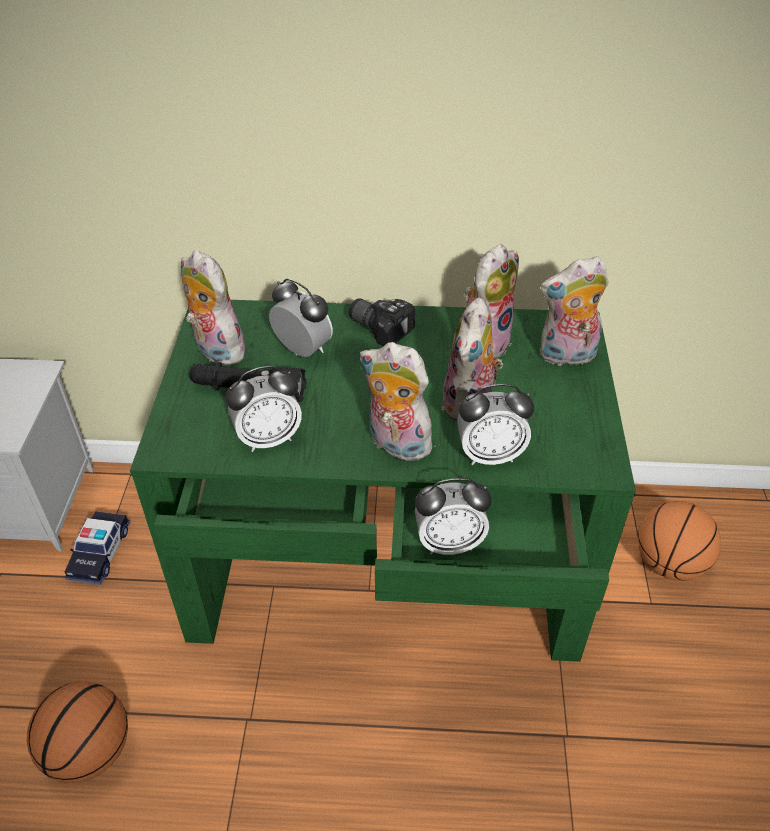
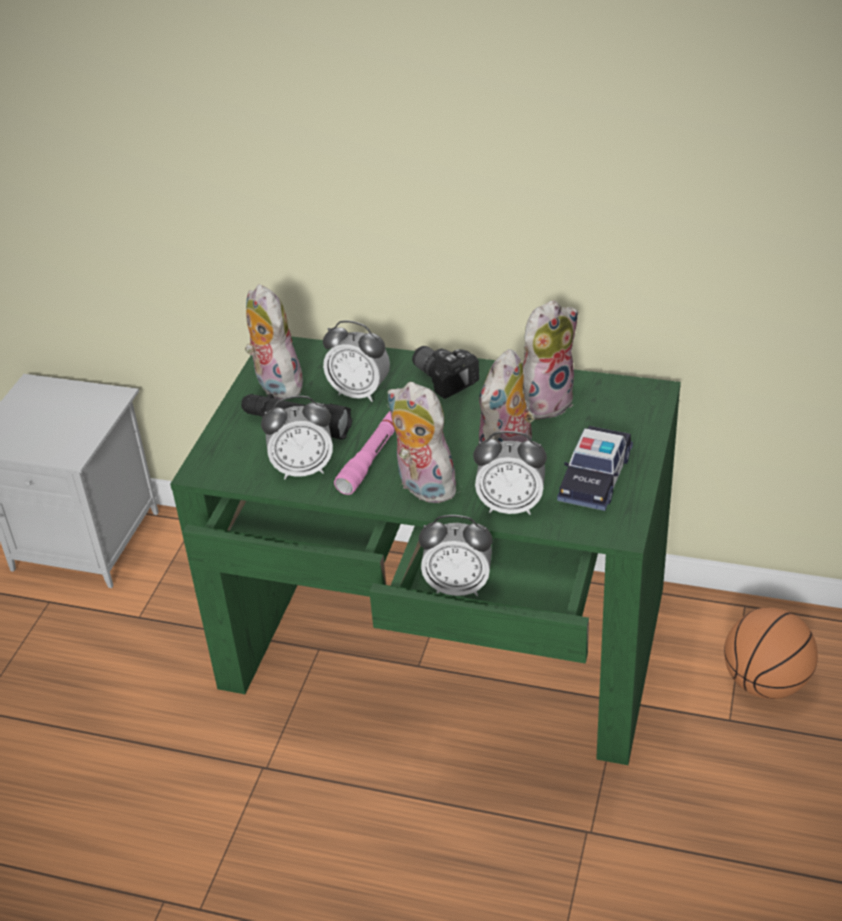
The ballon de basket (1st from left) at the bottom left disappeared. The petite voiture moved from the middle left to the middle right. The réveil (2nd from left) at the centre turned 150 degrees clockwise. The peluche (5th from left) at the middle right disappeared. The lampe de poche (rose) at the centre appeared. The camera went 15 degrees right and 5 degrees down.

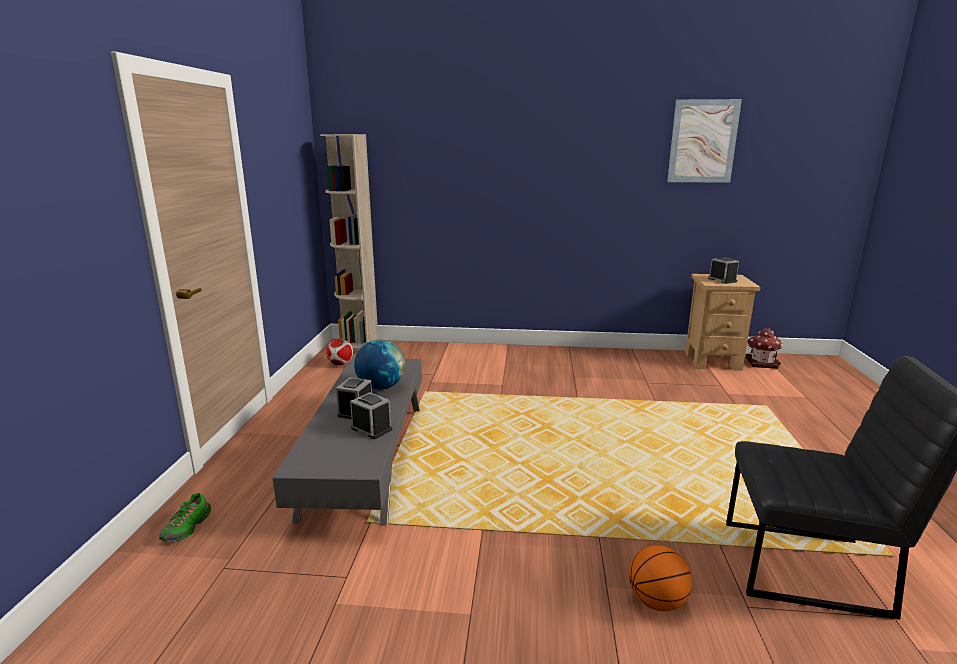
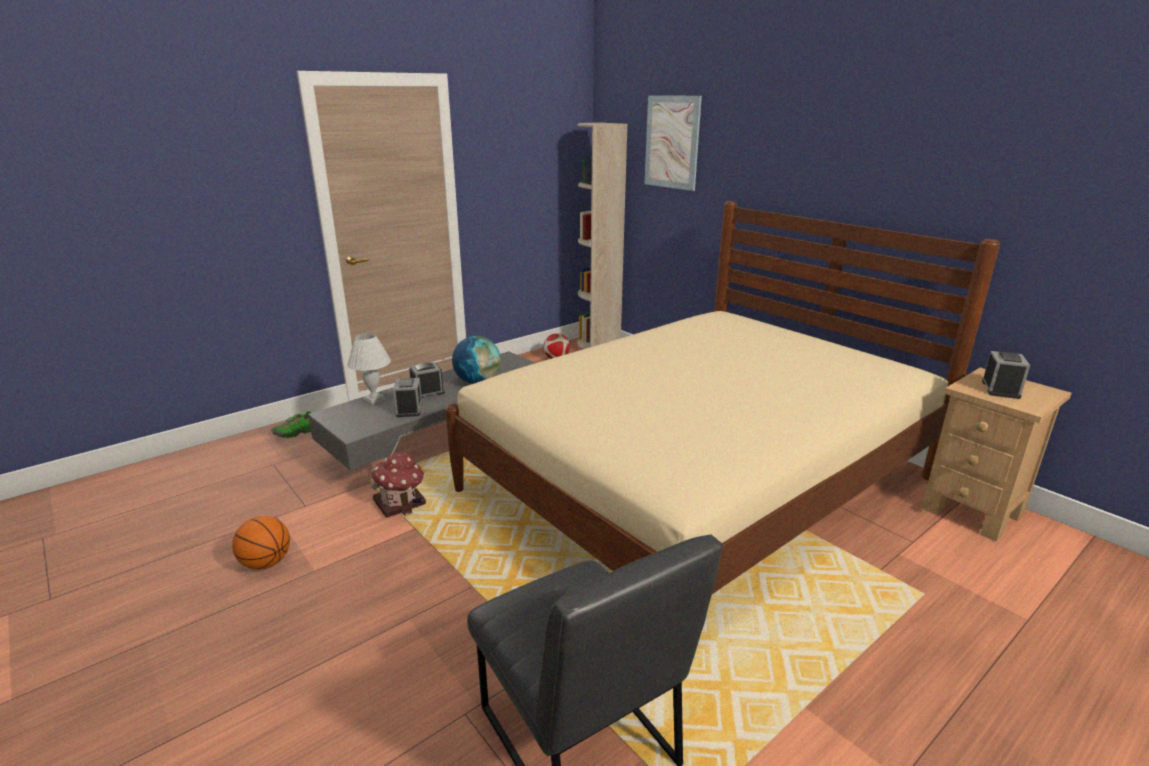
The ballon de basket moved from the bottom right to the bottom left. The tableau moved from the top right to the top centre. The maison miniature moved from the middle right to the centre. The lampe de table (blanc) at the middle left appeared. The lit (beige) at the centre appeared. The camera went 45 degrees right and 5 degrees up.

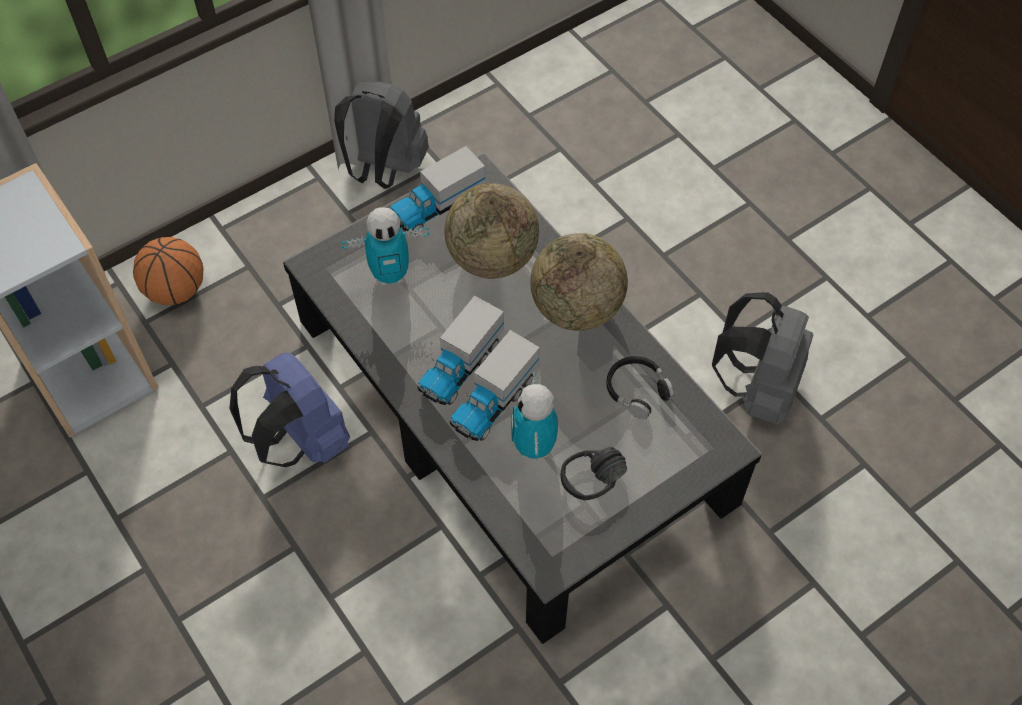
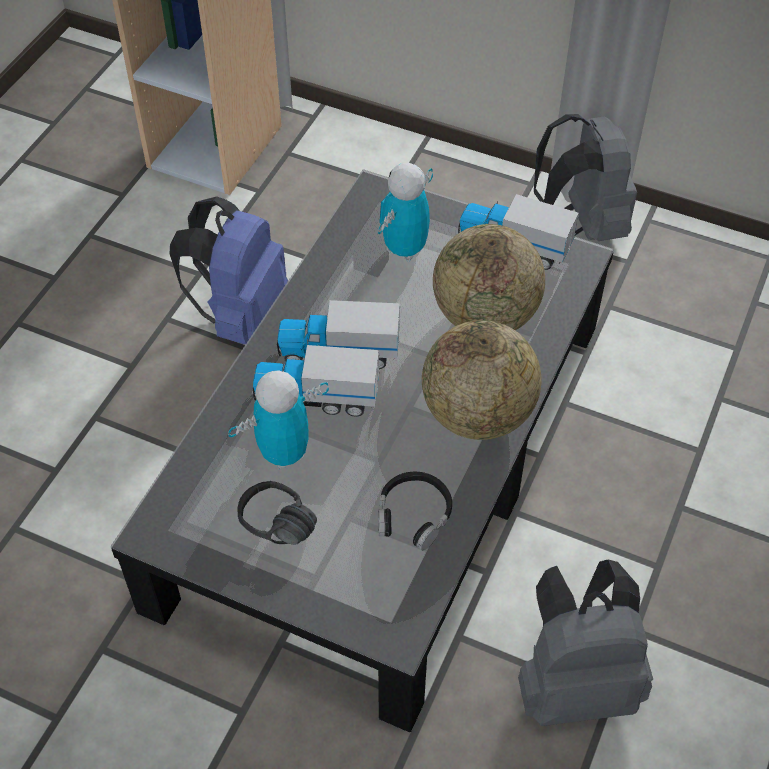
The ballon de basket at the middle left disappeared. The robot jouet (1st from left in the first image) at the centre turned 75 degrees clockwise. The camera went 60 degrees right and 5 degrees down.

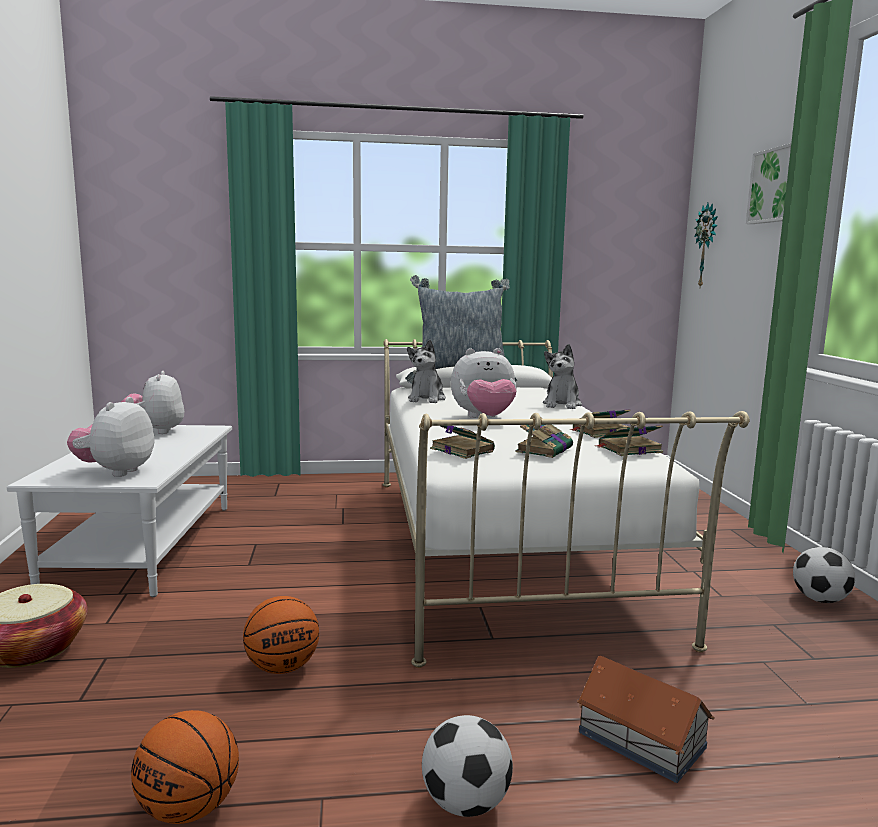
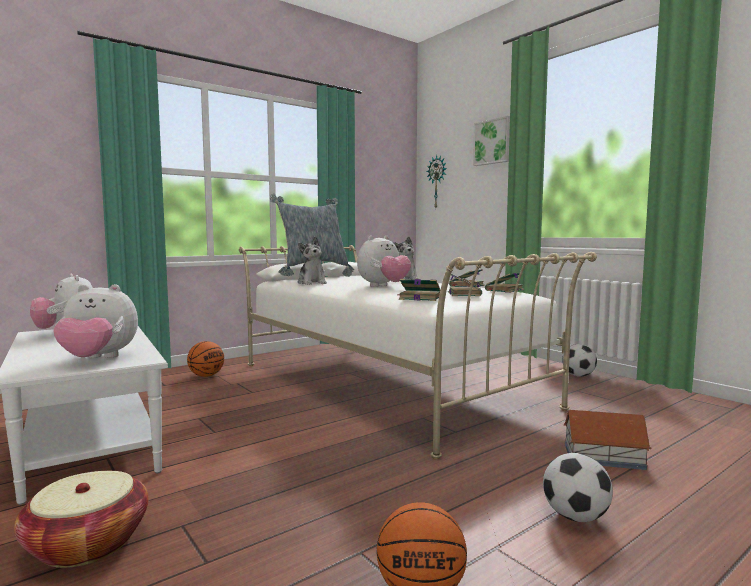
The peluche (1st from left in the first image) at the middle left turned 75 degrees counterclockwise. The ballon de basket (2nd from left in the first image) moved from the bottom left to the middle left. The camera went 30 degrees left and 5 degrees down.

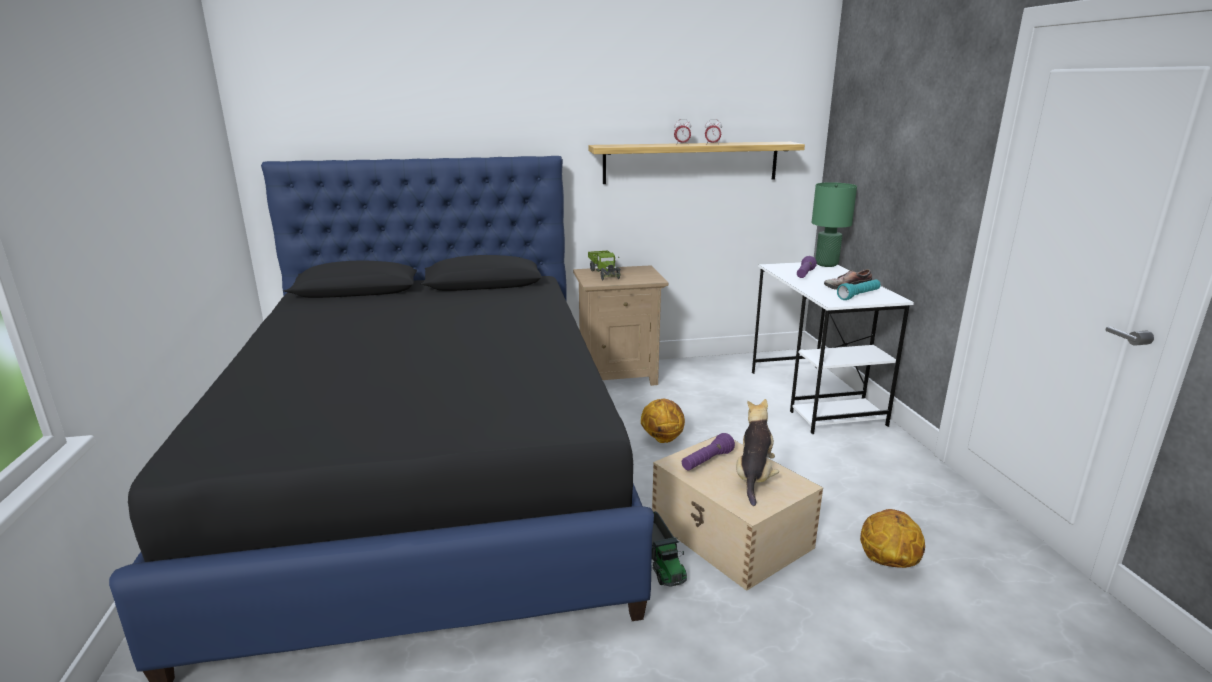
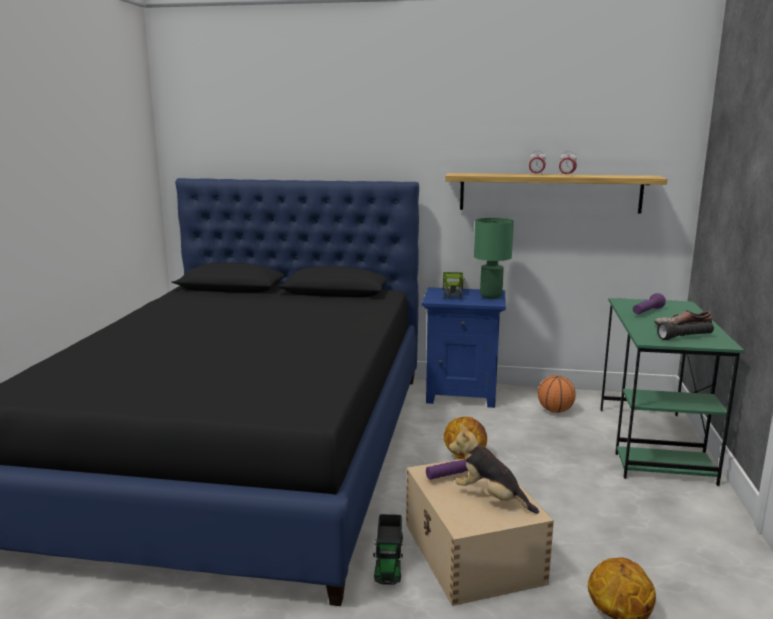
The table de chevet (beige) at the centre became the table de chevet (bleu) at the centre. The peluche at the centre turned 90 degrees counterclockwise. The bureau (blanc) at the middle right became the bureau (vert) at the middle right. The lampe de table (vert) moved from the top right to the centre. The lampe de poche (turquoise) at the middle right became the lampe de poche (noir) at the middle right. The ballon de basket (2nd from left) at the middle right appeared. The camera went 20 degrees right and 5 degrees down.

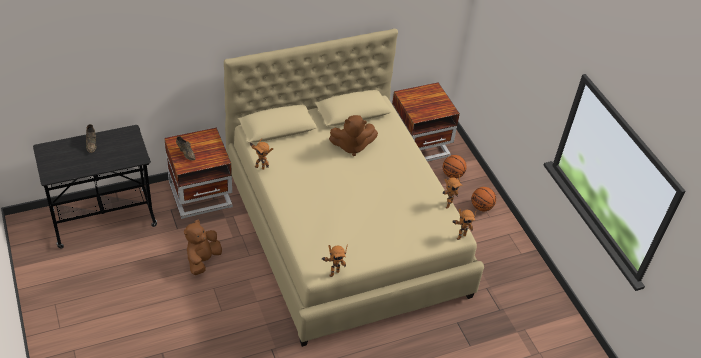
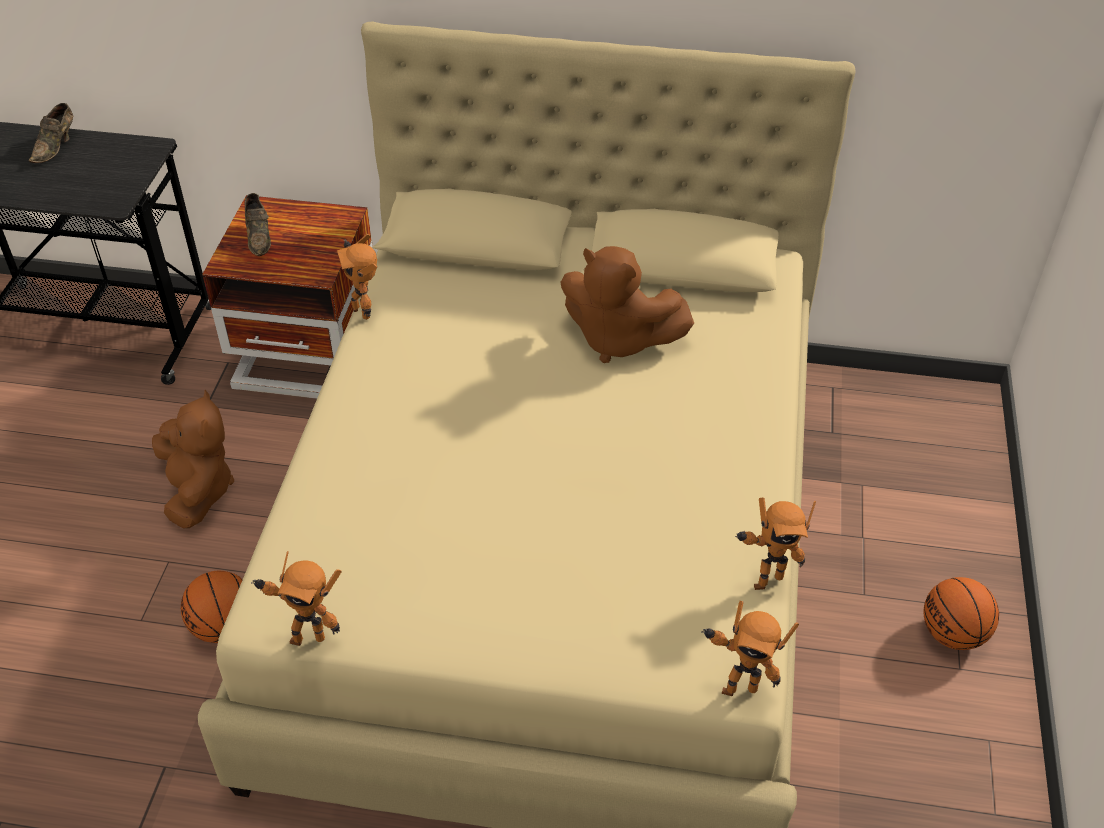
The peluche (marron) (1st from left) at the bottom left turned 105 degrees clockwise. The table de chevet (2nd from left) at the centre disappeared. The ballon de basket (1st from left) moved from the centre to the bottom left. The camera went 35 degrees right and 0 degrees up.

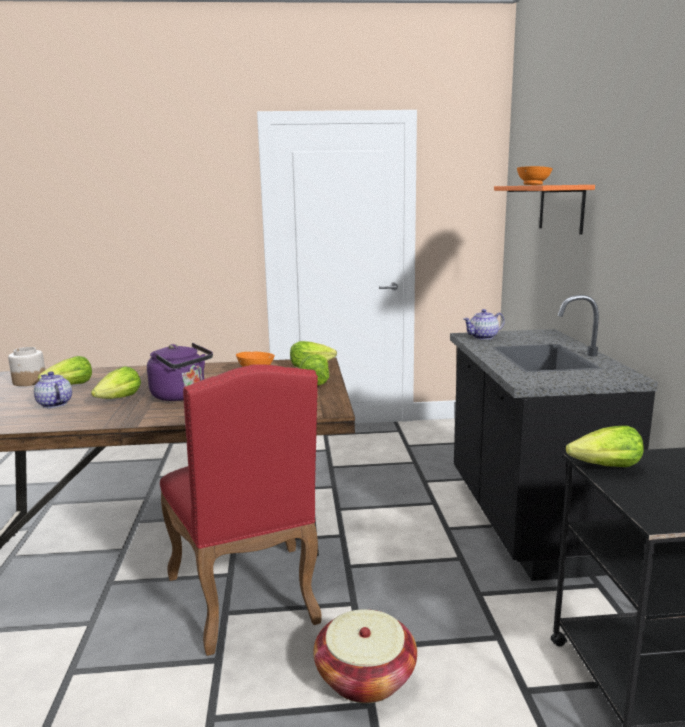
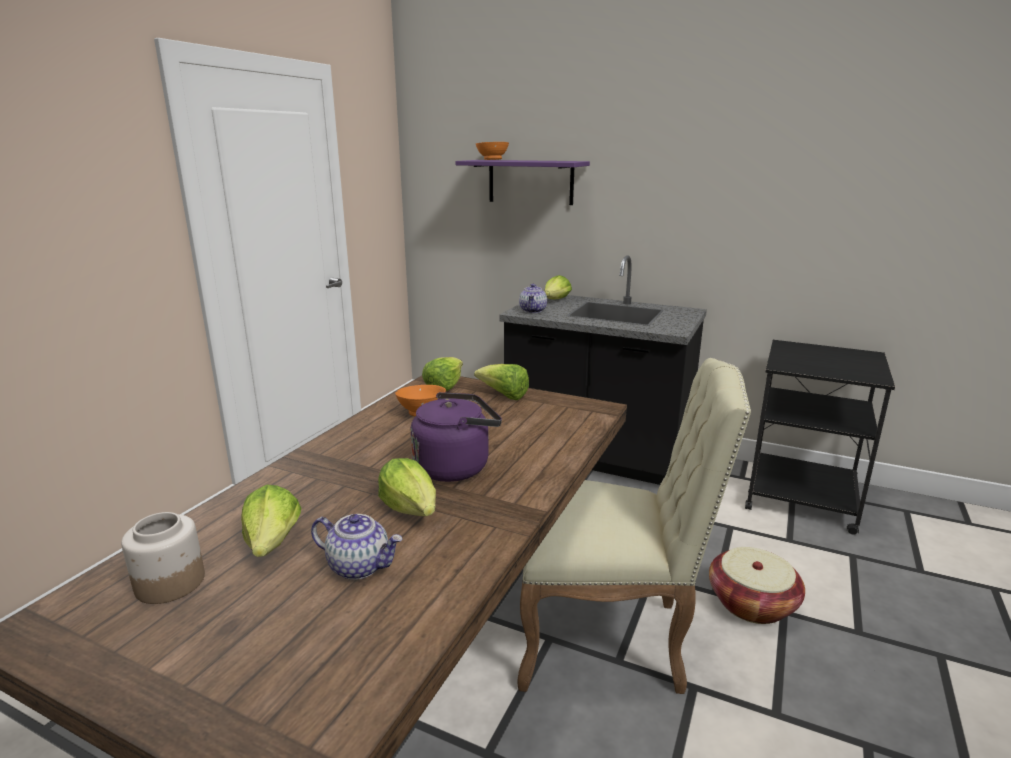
The théière (1st from left) at the middle left turned 150 degrees counterclockwise. The chaise (rouge) at the bottom centre became the chaise (beige) at the bottom centre. The étagère (orange) at the top right became the étagère (violet) at the top centre. The laitue (5th from left) moved from the middle right to the centre. The camera went 60 degrees left and 5 degrees up.

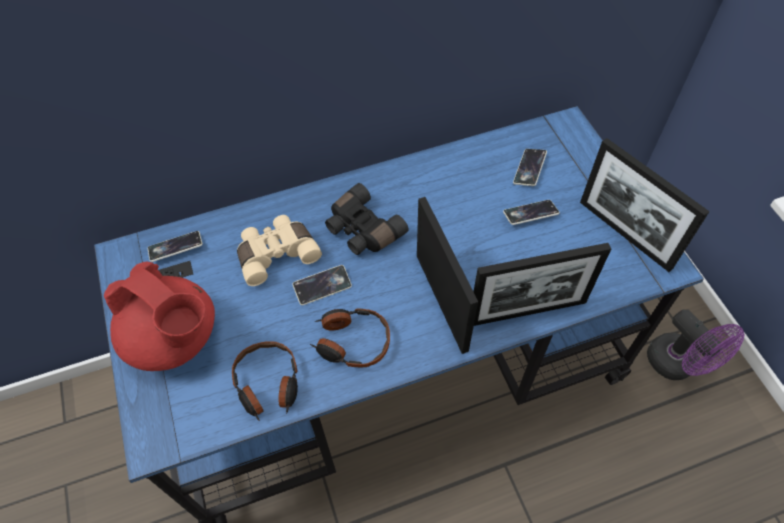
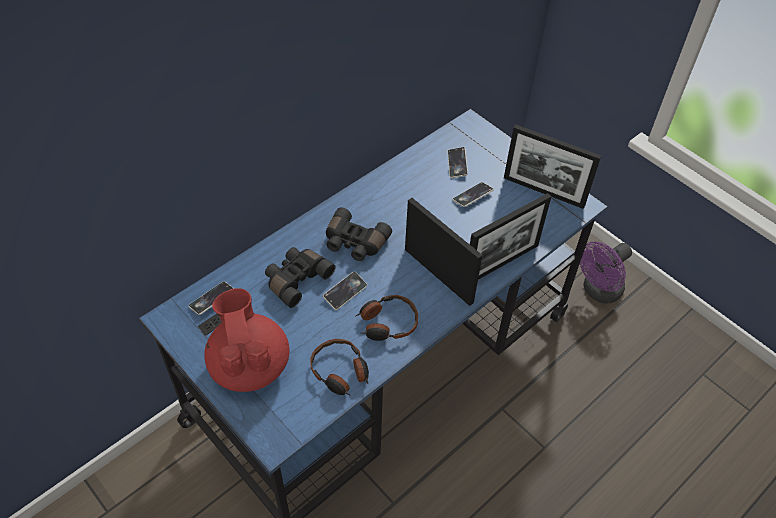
The théière (rouge) at the middle left turned 120 degrees counterclockwise. The jumelles (beige) at the centre became the jumelles (noir) (1st from left) at the centre. The ventilateur (violet) at the middle right turned 105 degrees clockwise. The camera went 25 degrees left and 5 degrees down.

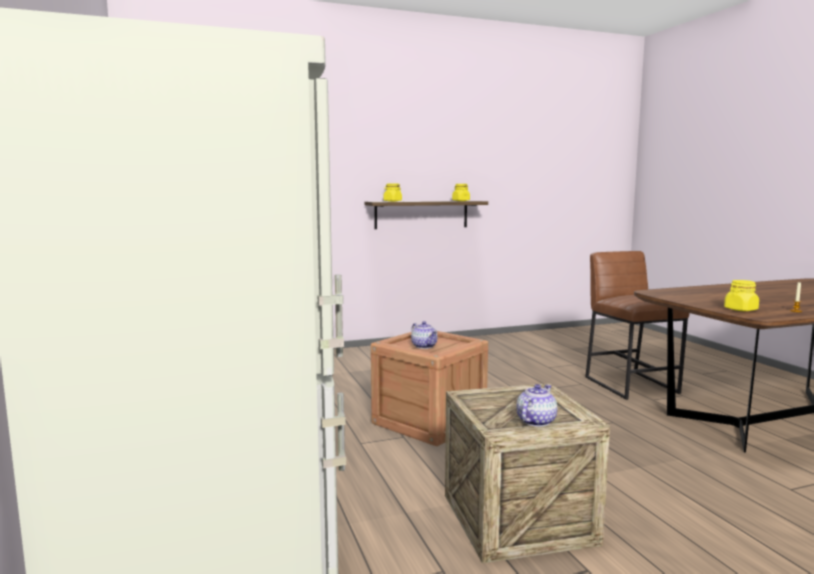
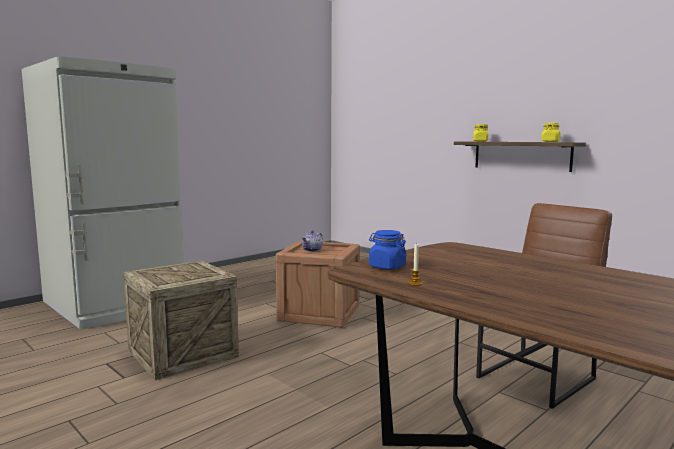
The théière (2nd from left) at the bottom centre disappeared. The bocal (jaune) (3rd from left) at the middle right became the bocal (bleu) at the centre. The camera went 65 degrees right and 0 degrees up.

